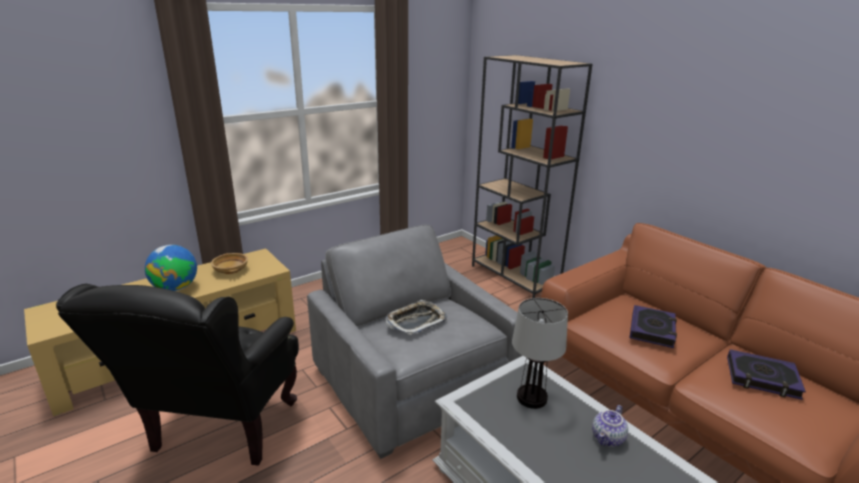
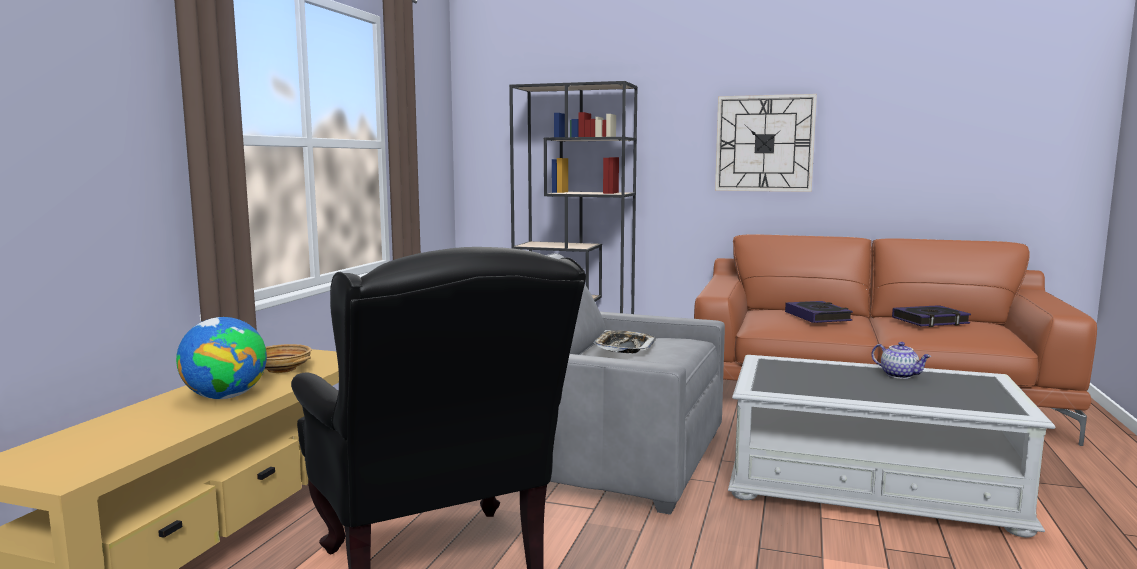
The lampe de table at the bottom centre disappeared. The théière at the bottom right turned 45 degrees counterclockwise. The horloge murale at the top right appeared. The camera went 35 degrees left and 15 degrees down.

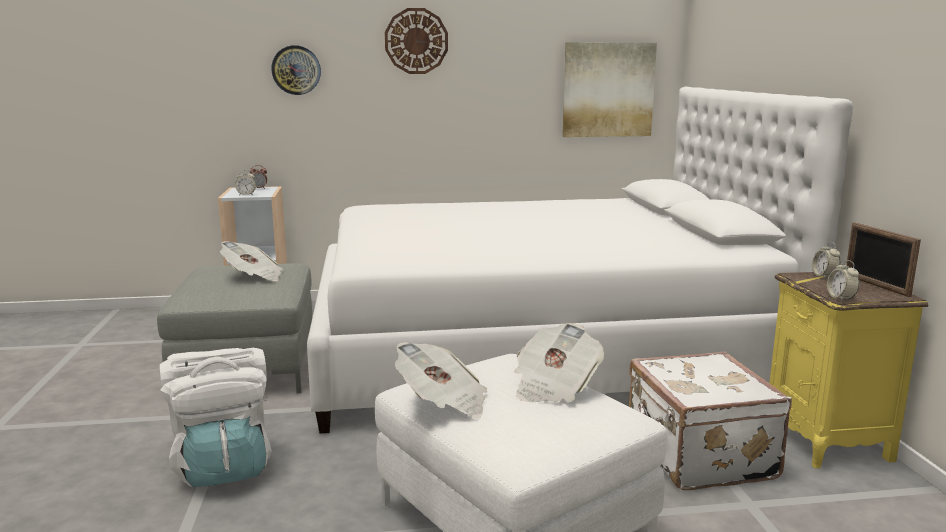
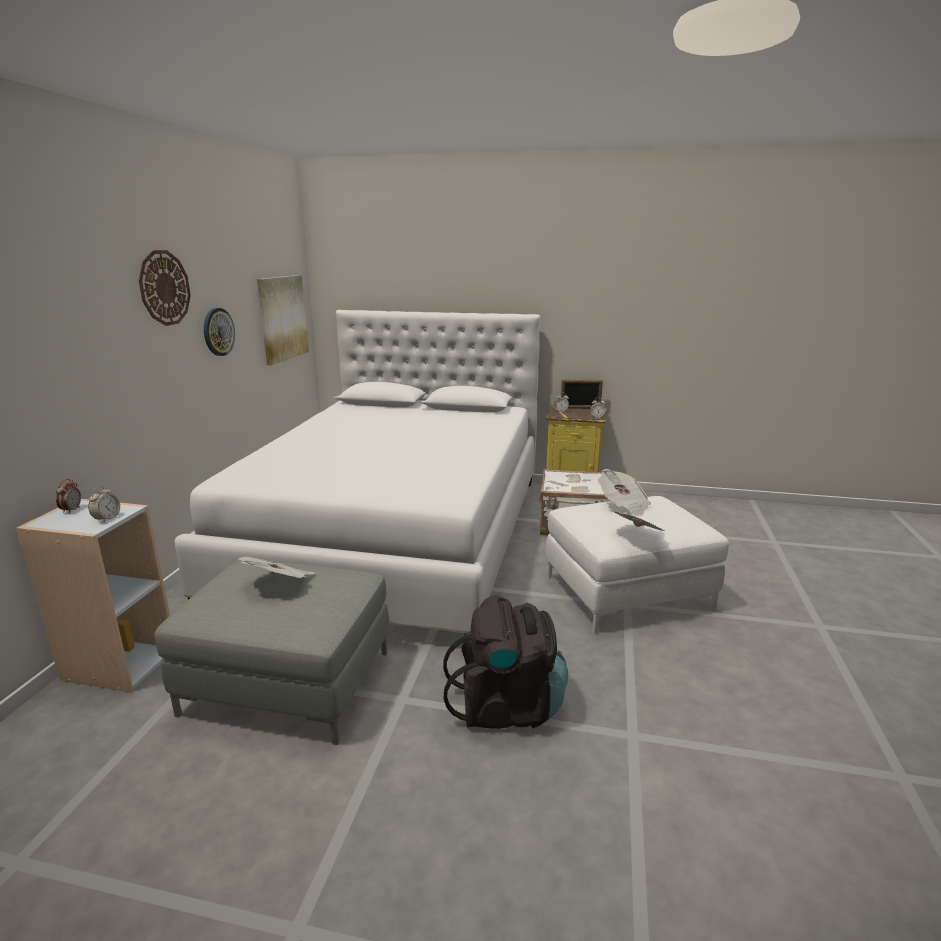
The sac à dos (blanc) at the bottom left became the sac à dos (noir) at the bottom centre. The horloge murale (1st from left in the first image) moved from the top left to the middle left. The camera went 70 degrees left and 5 degrees up.

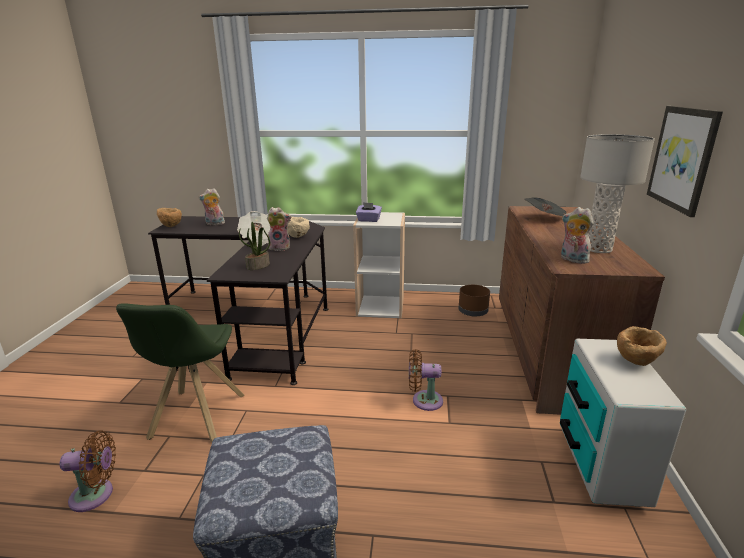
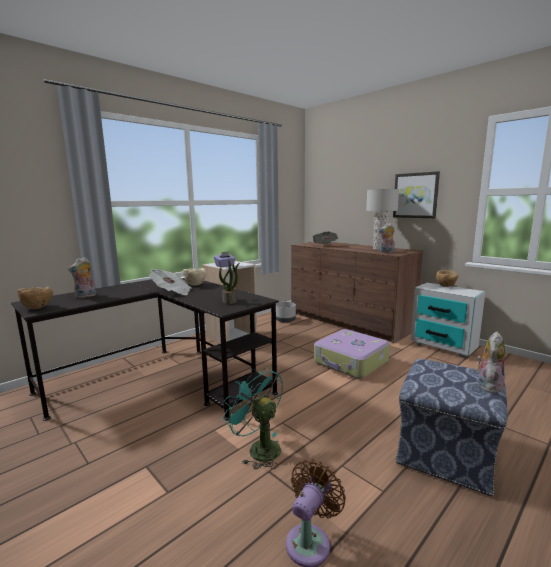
The chaise (vert) at the bottom left was replaced by the ventilateur (turquoise) at the bottom centre. The peluche (2nd from left in the first image) moved from the centre to the middle right. The ventilateur (marron) (2nd from left) at the bottom centre was replaced by the valise at the centre. The cache-pot (marron) at the centre became the cache-pot (gris) at the centre. The camera went 50 degrees left and 10 degrees down.

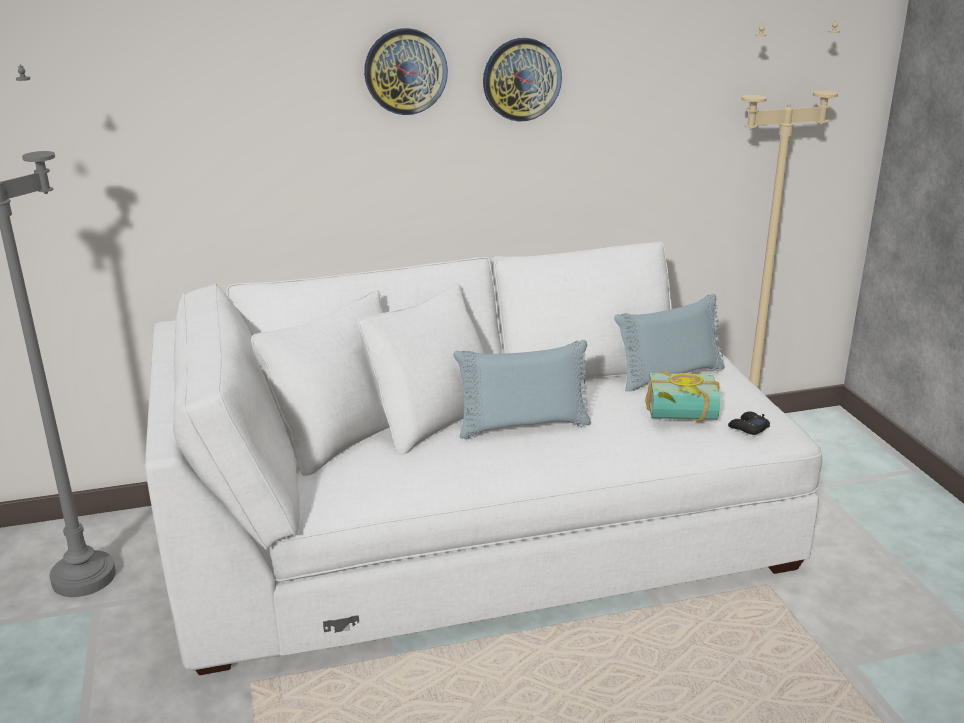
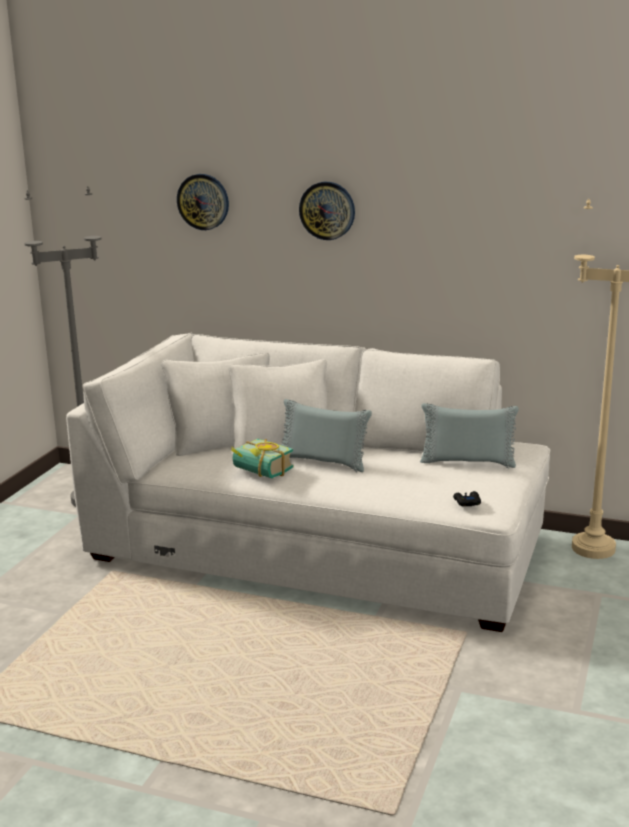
The horloge murale (2nd from left in the first image) moved from the top centre to the top left. The livre moved from the middle right to the centre. The camera went 35 degrees right and 5 degrees down.

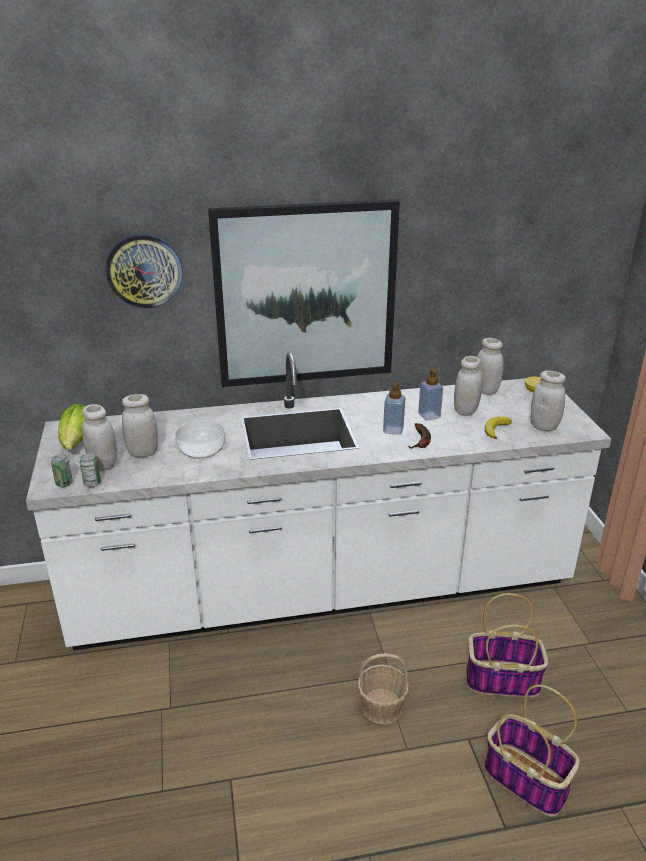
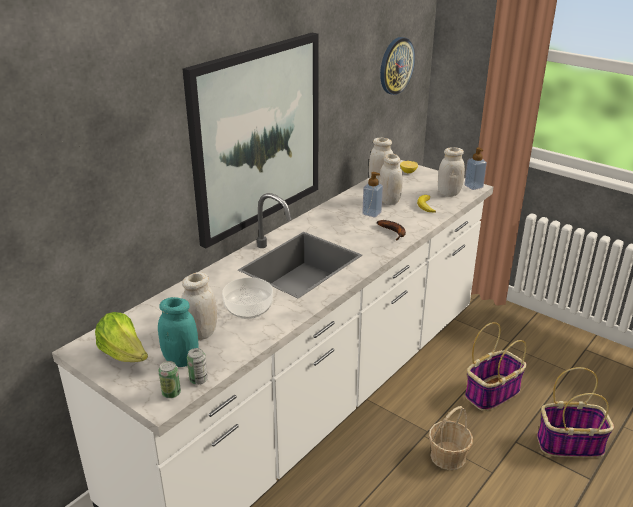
The bocal (blanc) (1st from left) at the middle left became the bocal (turquoise) at the middle left. The horloge murale moved from the top left to the top centre. The distributeur de savon (1st from left in the first image) moved from the centre to the top right. The camera went 40 degrees left and 0 degrees up.

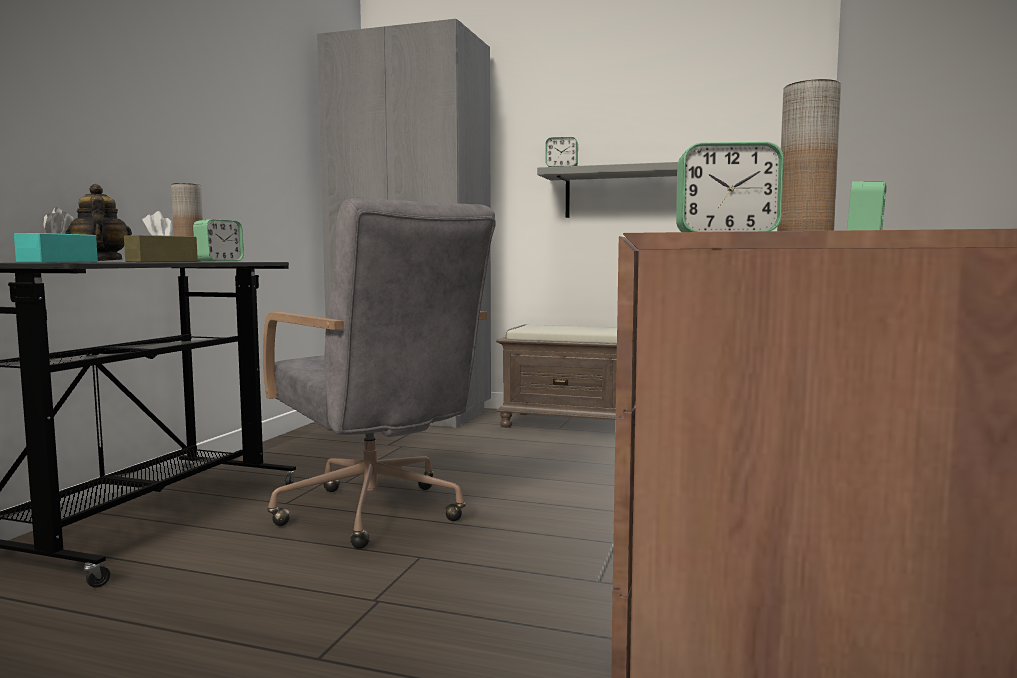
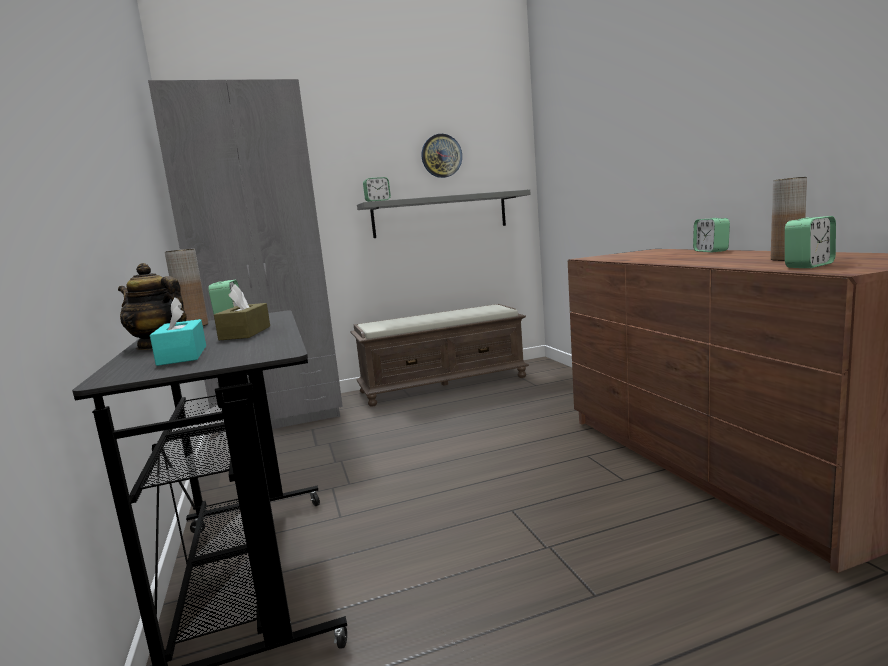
The chaise de bureau (gris) at the centre disappeared. The horloge murale at the top centre appeared. The camera went 35 degrees left and 5 degrees up.

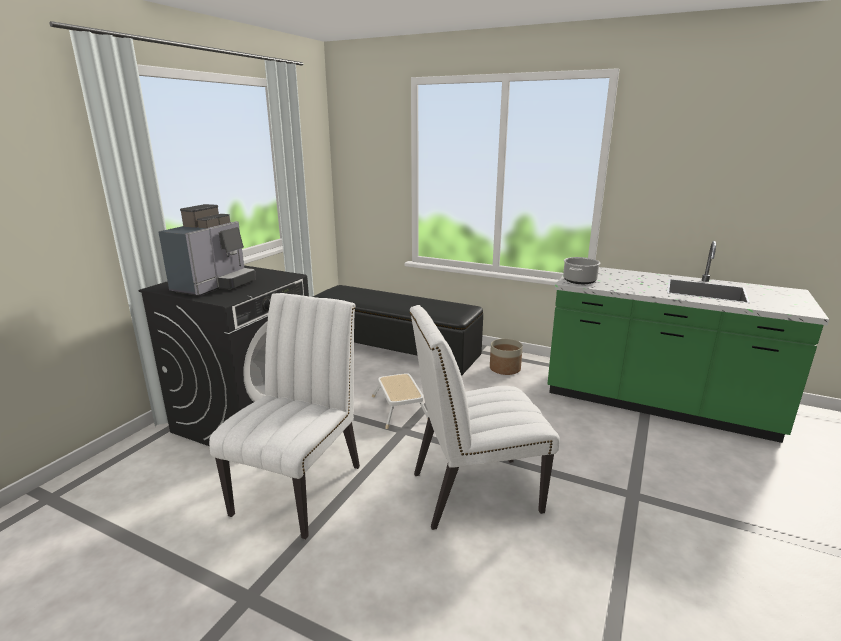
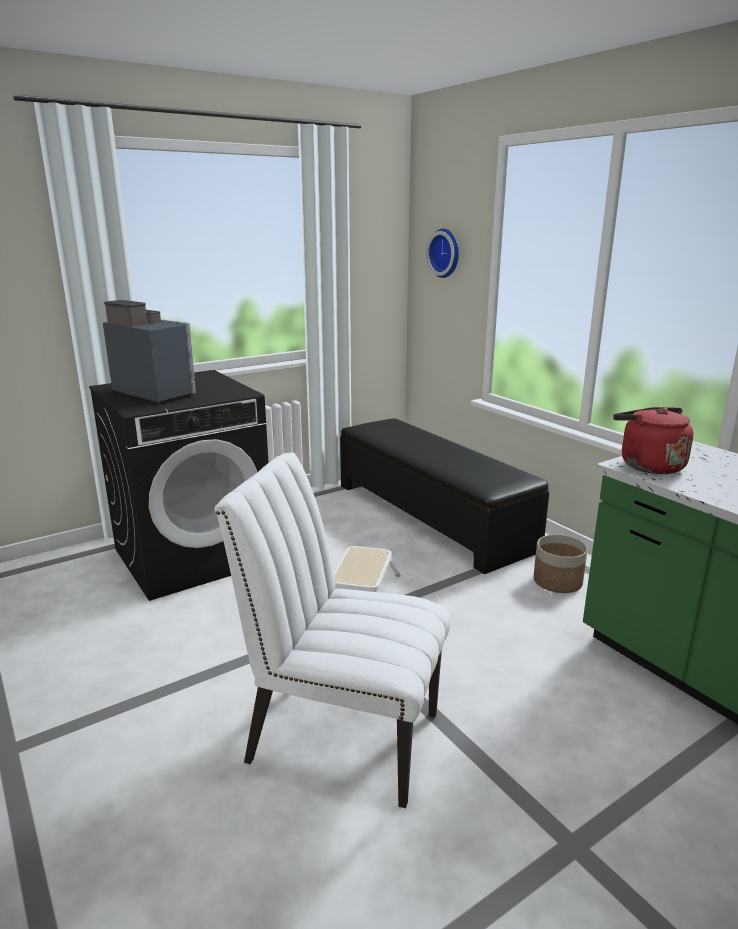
The machine à café at the middle left turned 105 degrees counterclockwise. The chaise (blanc) (1st from left) at the centre disappeared. The marmite at the middle right was replaced by the bouilloire (rouge) at the middle right. The horloge murale at the top centre appeared. The camera went 30 degrees right and 0 degrees up.

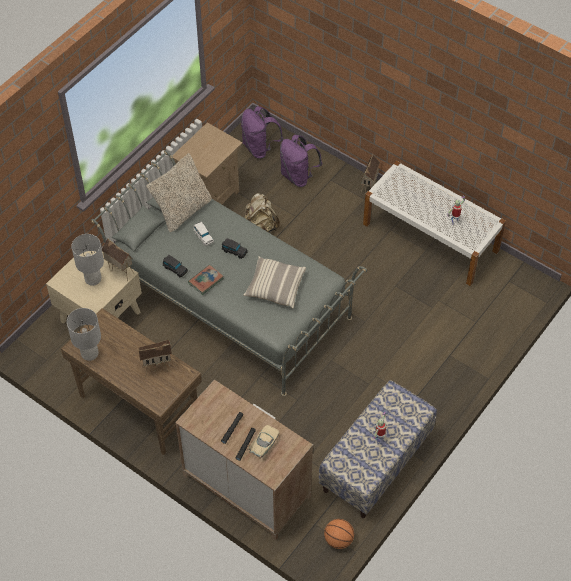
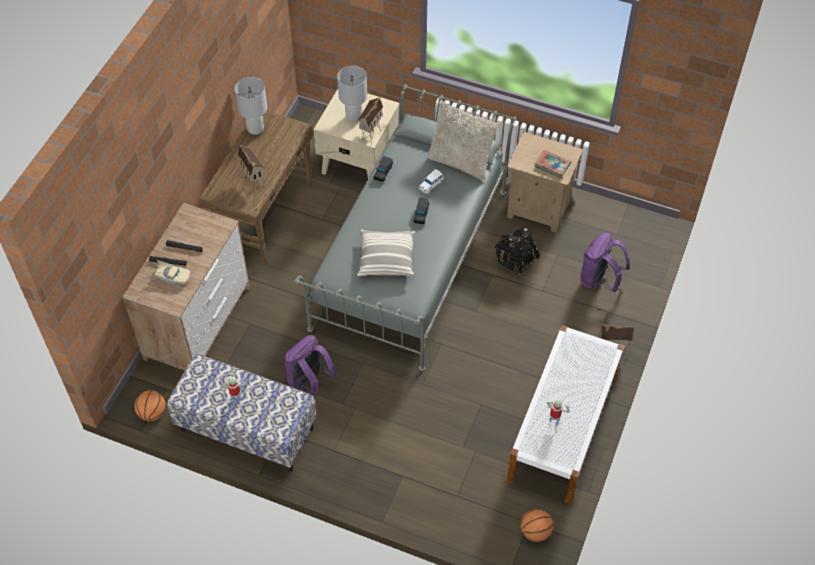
The livre moved from the centre to the top right. The sac à dos (violet) (1st from left) moved from the top centre to the centre. The sac à dos (beige) at the centre became the sac à dos (noir) at the centre. The ballon de basket (2nd from left) at the bottom centre appeared. The camera went 75 degrees right and 0 degrees up.

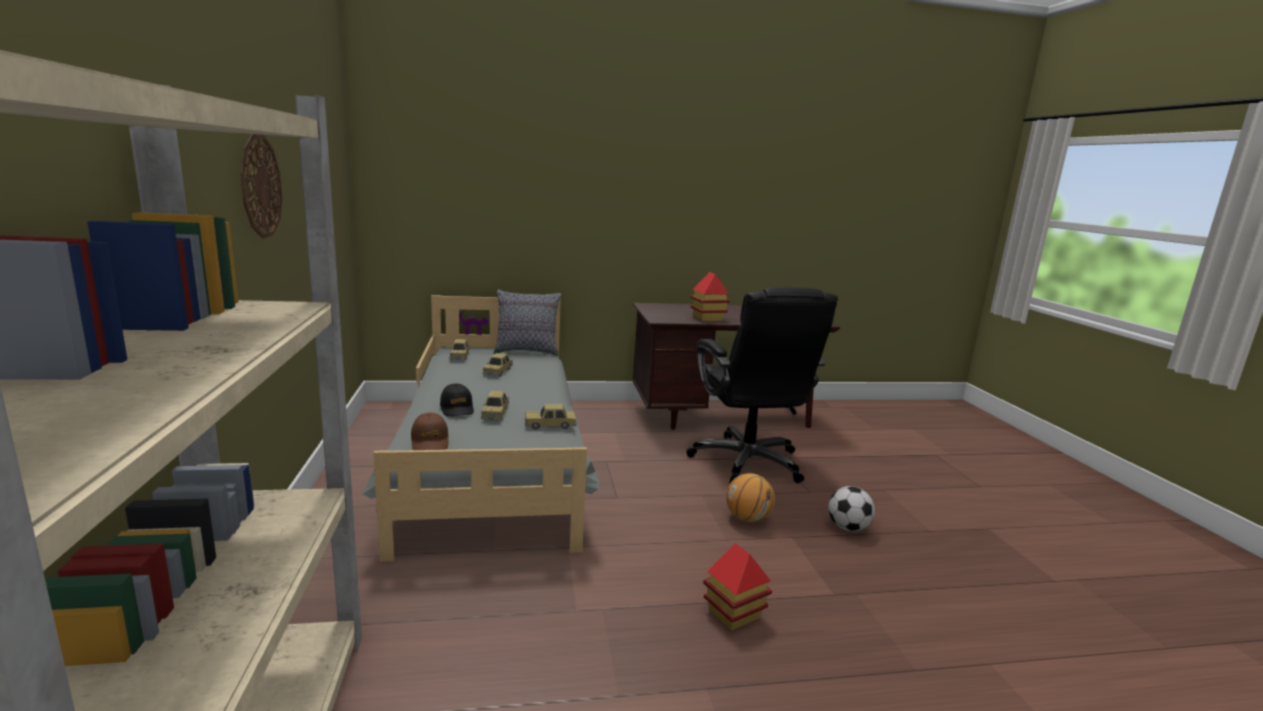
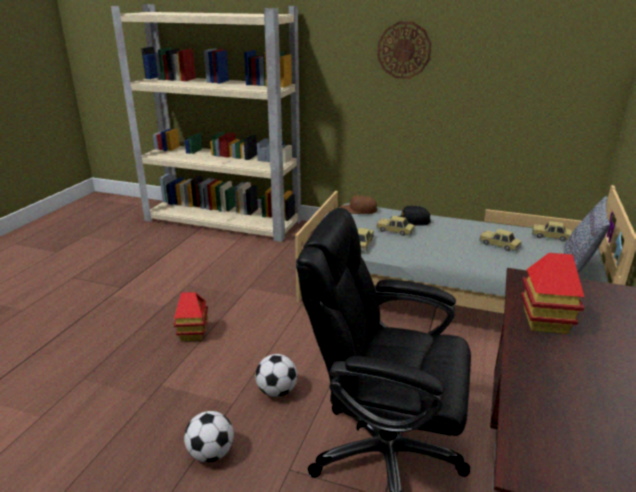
The ballon de basket at the bottom centre was replaced by the ballon de foot (2nd from left) at the bottom centre. The camera went 120 degrees right and 10 degrees up.

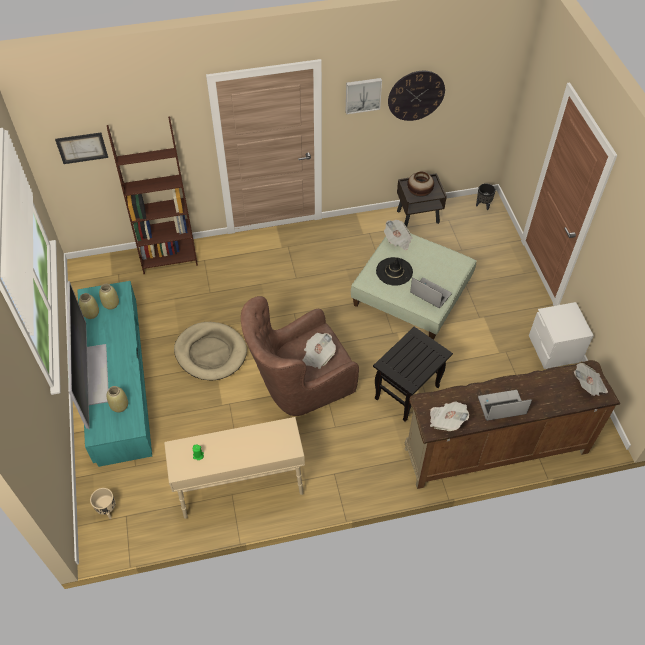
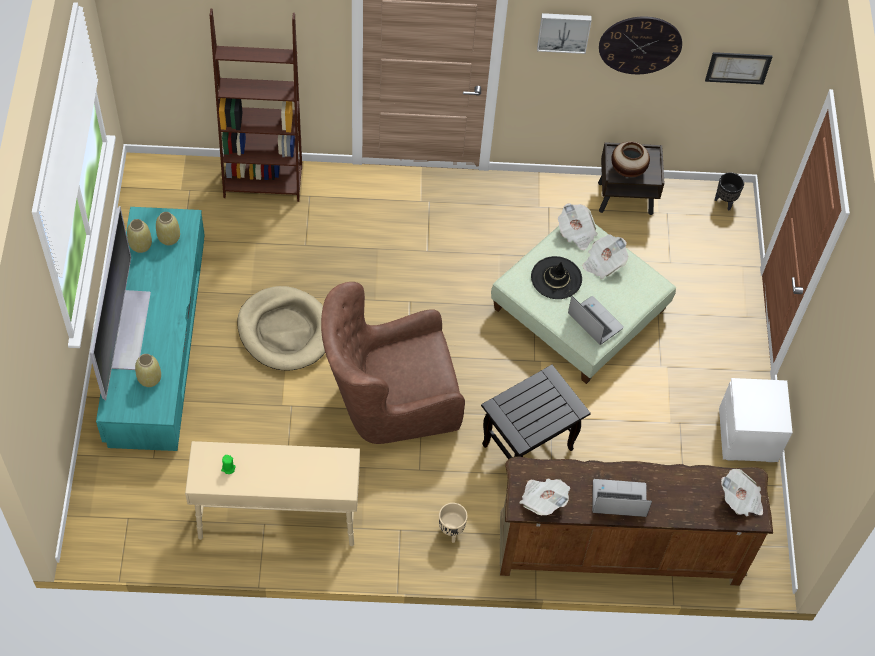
The tableau (1st from left in the first image) moved from the top left to the top right. The cache-pot (beige) moved from the bottom left to the bottom centre. The journal (1st from left in the first image) moved from the centre to the middle right. The camera went 10 degrees right and 5 degrees up.

